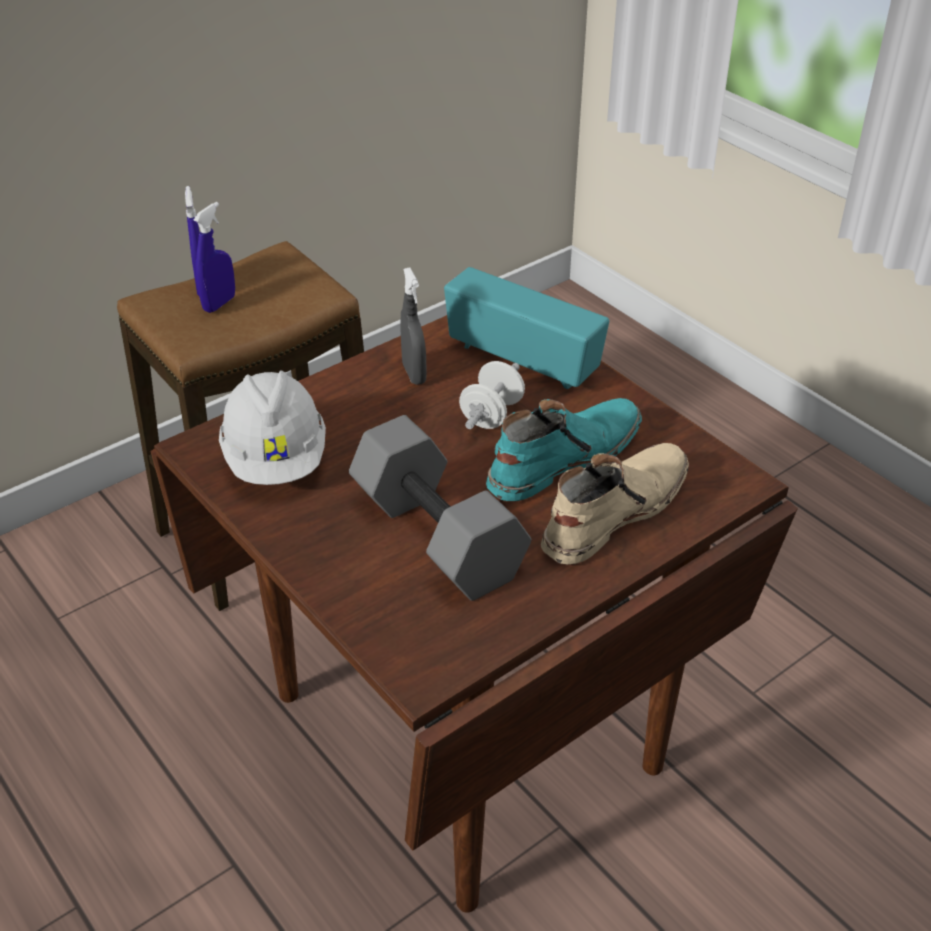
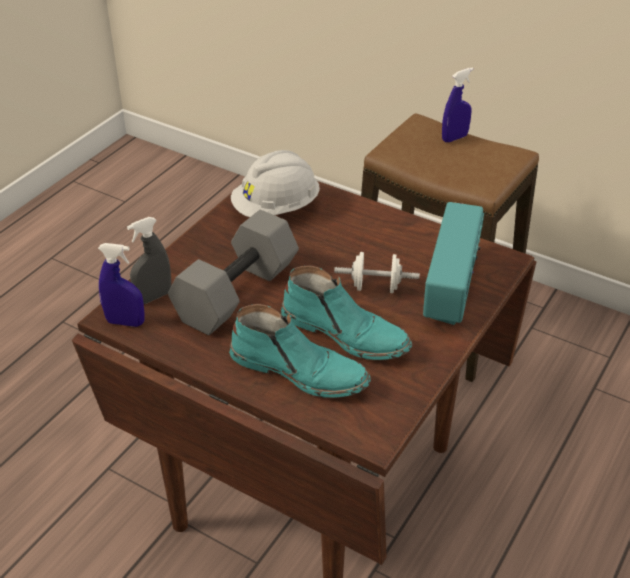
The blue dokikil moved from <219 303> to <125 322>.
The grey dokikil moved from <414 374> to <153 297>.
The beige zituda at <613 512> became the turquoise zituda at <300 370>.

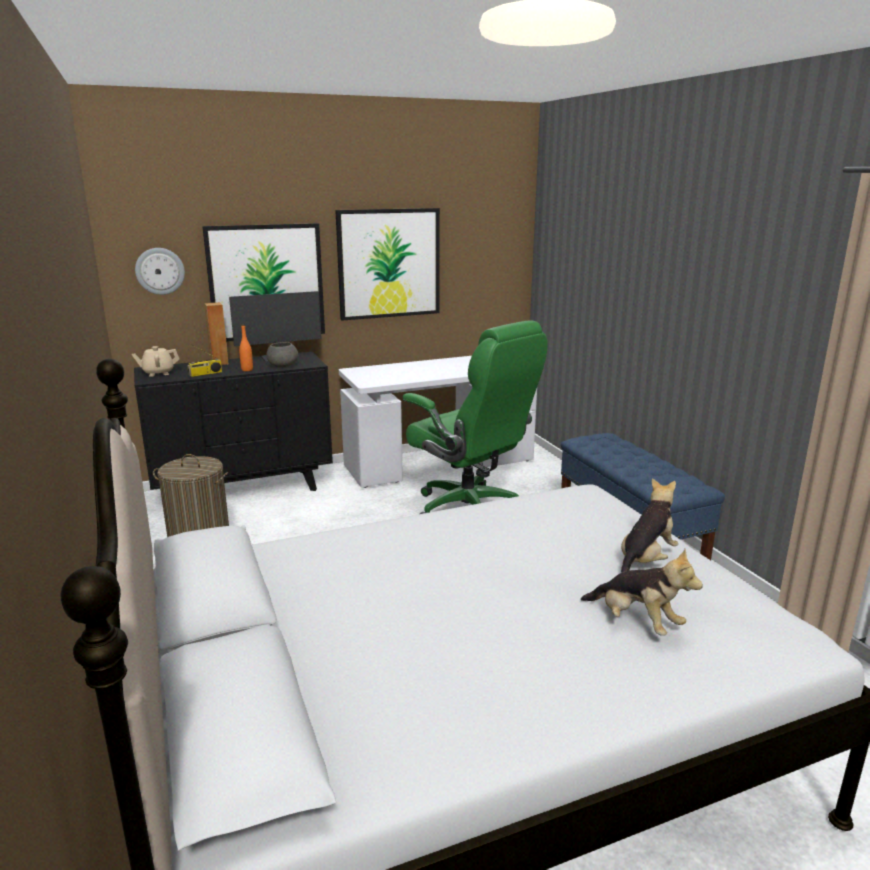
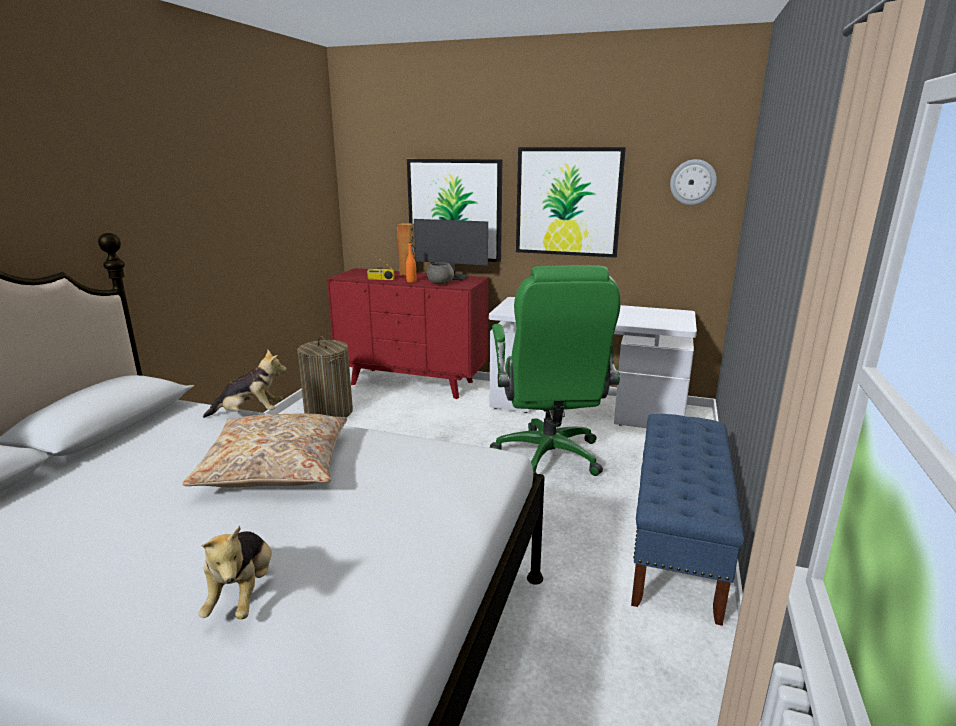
The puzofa moved from <160 271> to <693 182>.
The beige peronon at <158 373> disappeared.
The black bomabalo at <243 490> became the red bomabalo at <412 383>.
The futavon moved from <645 560> to <250 413>.
The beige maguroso at <276 466> appeared.

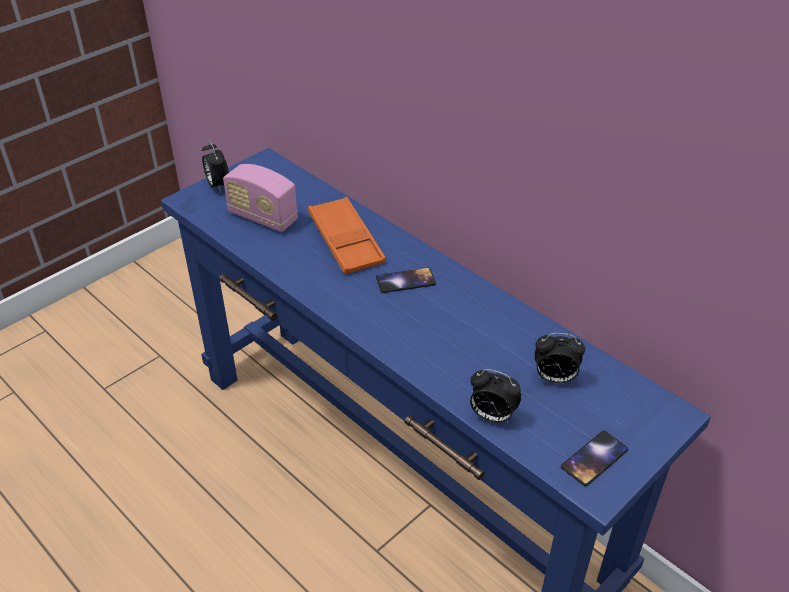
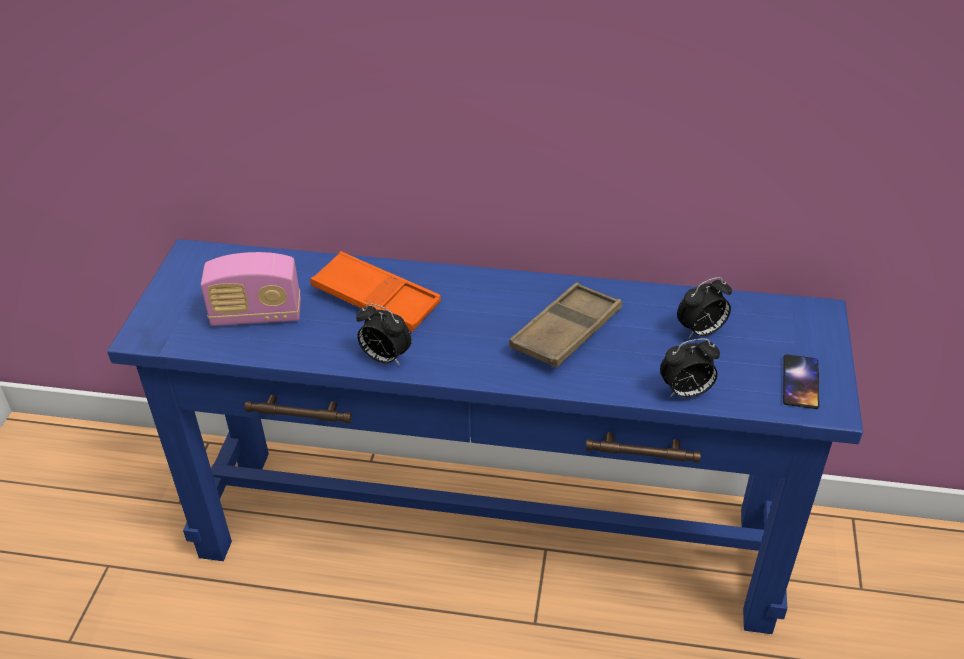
The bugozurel moved from <218 185> to <384 358>.
The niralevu at <405 281> disappeared.
The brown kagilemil at <566 332> appeared.

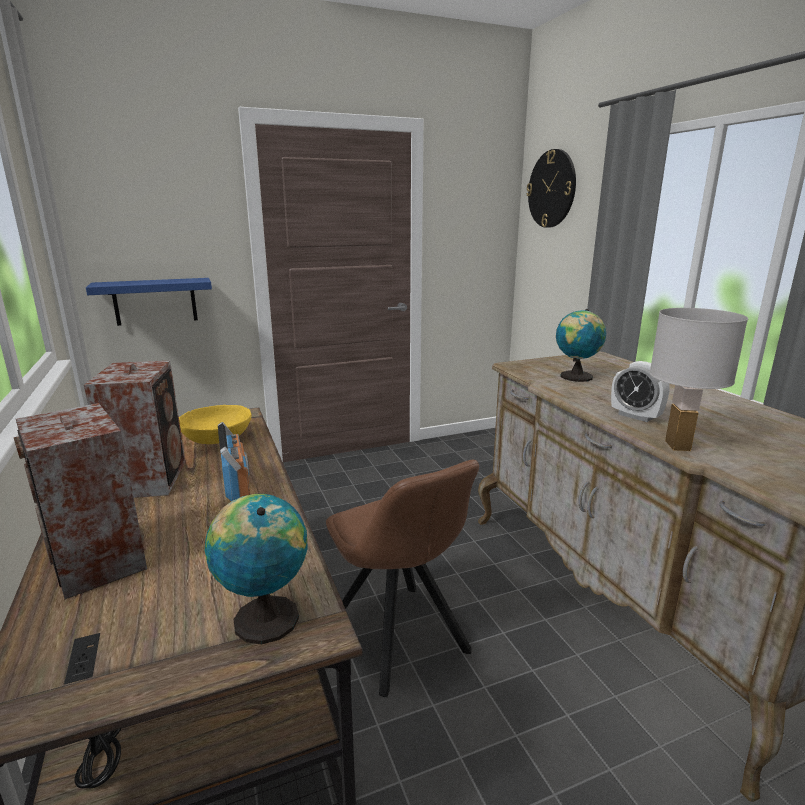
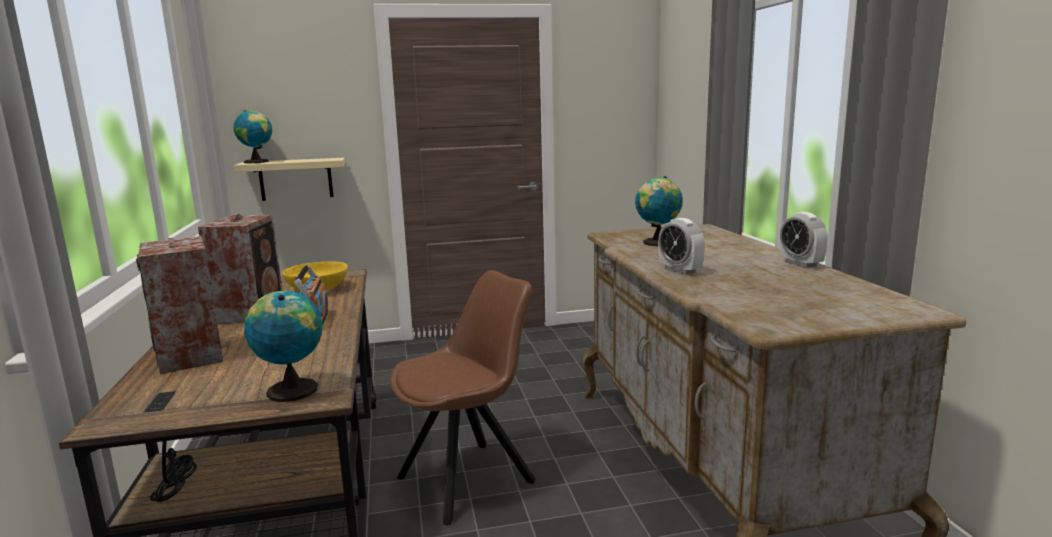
The puzofa at <552 189> disappeared.
The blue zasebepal at <155 301> became the beige zasebepal at <296 179>.
The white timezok at <678 446> disappeared.
The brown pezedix at <399 637> turned 105 degrees counterclockwise.
The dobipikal at <258 162> appeared.
The bugozurel at <800 264> appeared.

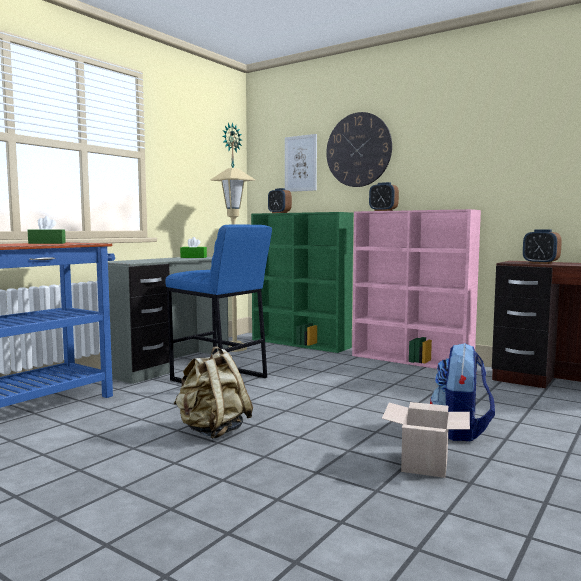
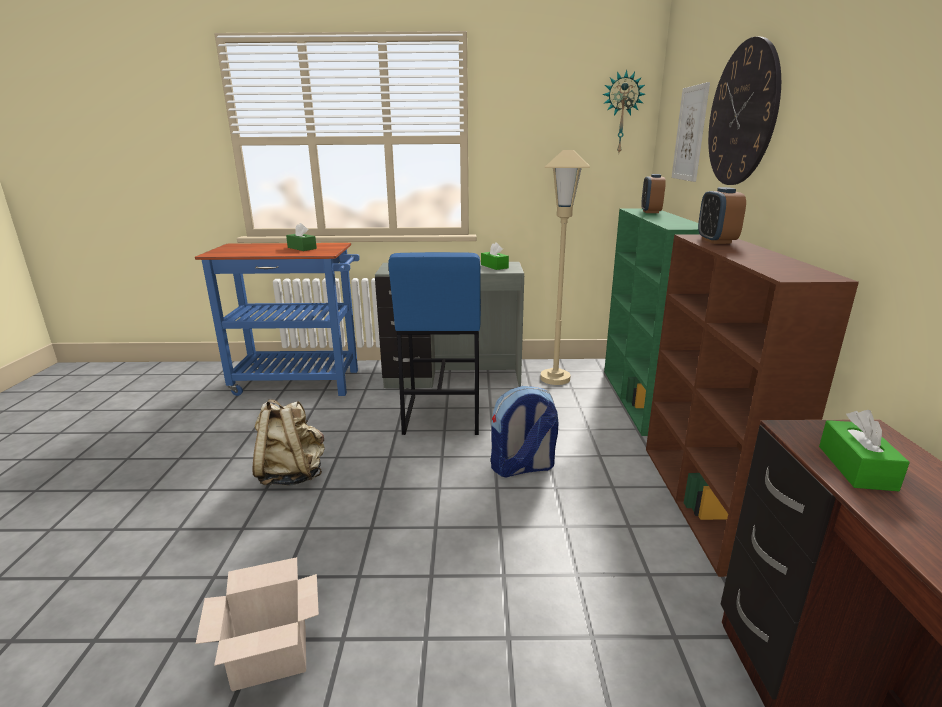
The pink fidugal at <412 360> became the brown fidugal at <702 503>.
The bugozurel at <540 263> was replaced by the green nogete at <856 467>.
The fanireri moved from <461 431> to <522 468>.

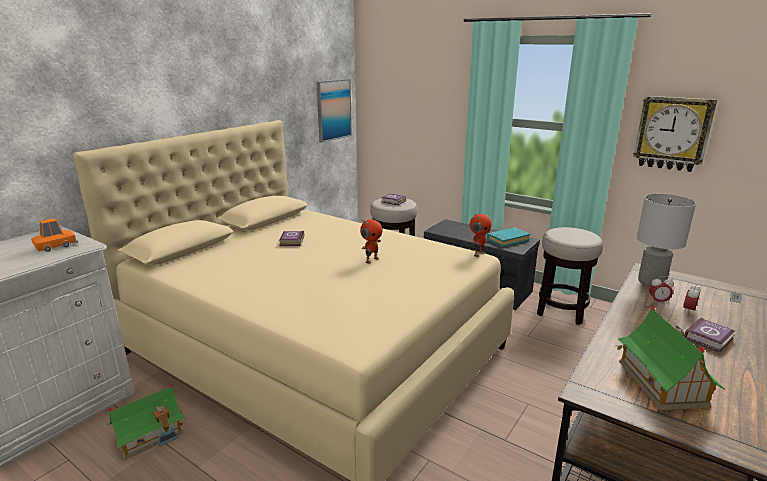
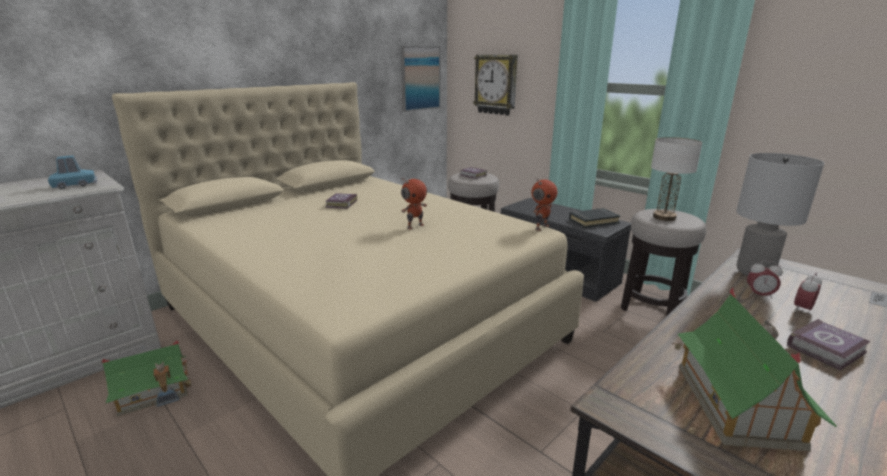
The puzofa moved from <672 133> to <496 84>.
The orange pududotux at <56 246> became the blue pududotux at <75 185>.
The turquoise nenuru at <507 240> became the black nenuru at <593 221>.
The timezok at <664 217> appeared.

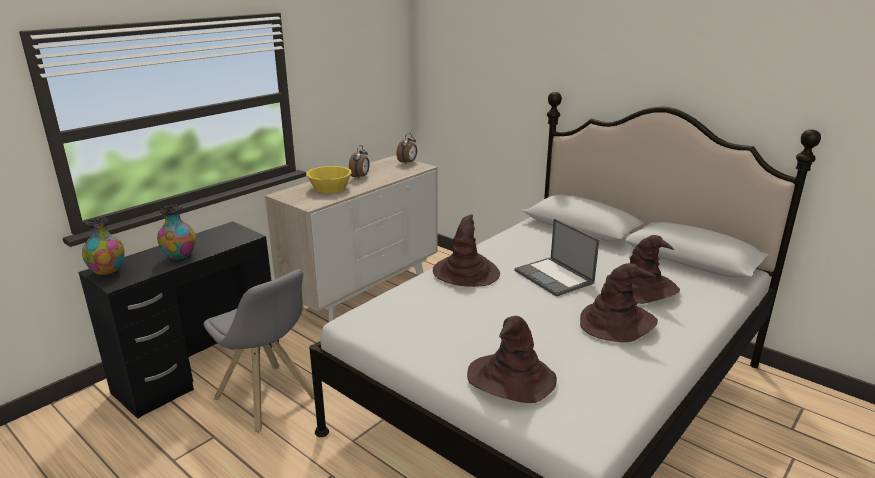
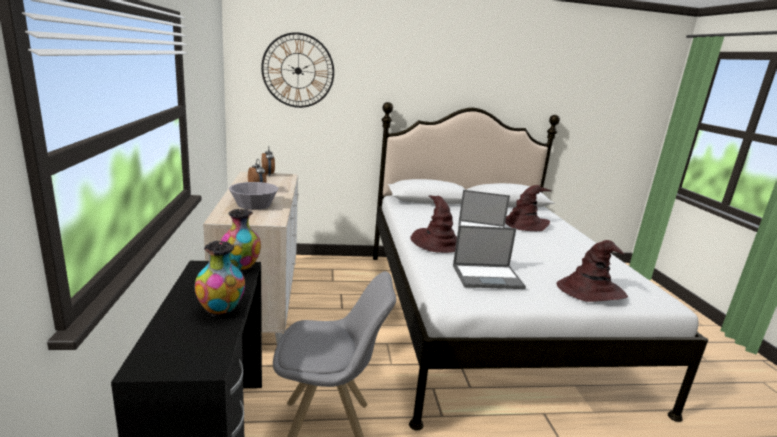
The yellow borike at <330 188> became the grey borike at <254 204>.
The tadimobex moved from <108 272> to <241 267>.
The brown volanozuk at <616 323> disappeared.
The puzofa at <298 71> appeared.
The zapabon at <488 276> appeared.

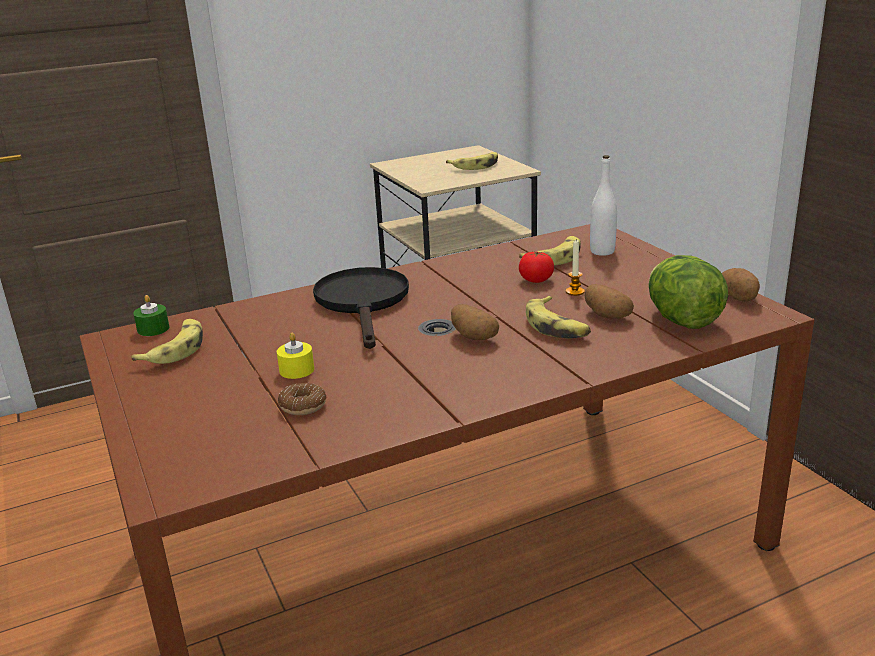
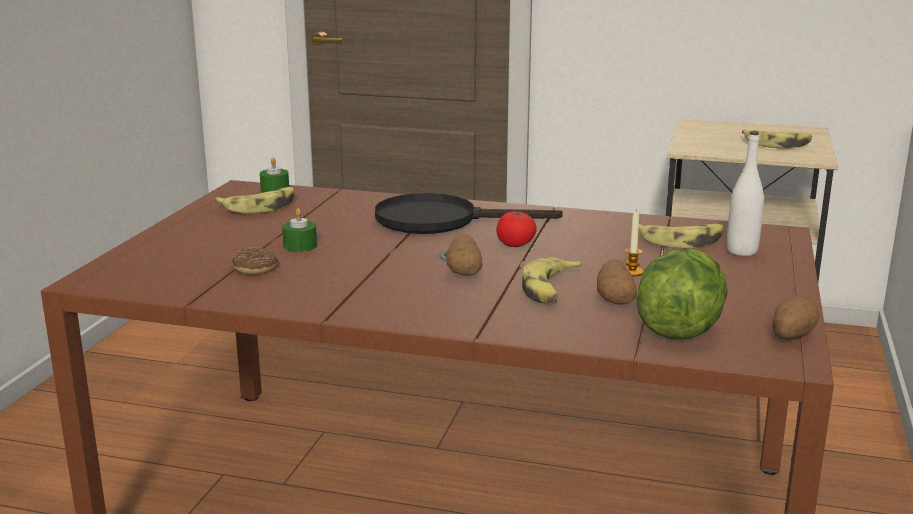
The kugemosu moved from <536 280> to <515 244>.
The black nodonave at <363 303> turned 120 degrees counterclockwise.
The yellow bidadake at <296 370> became the green bidadake at <300 246>.

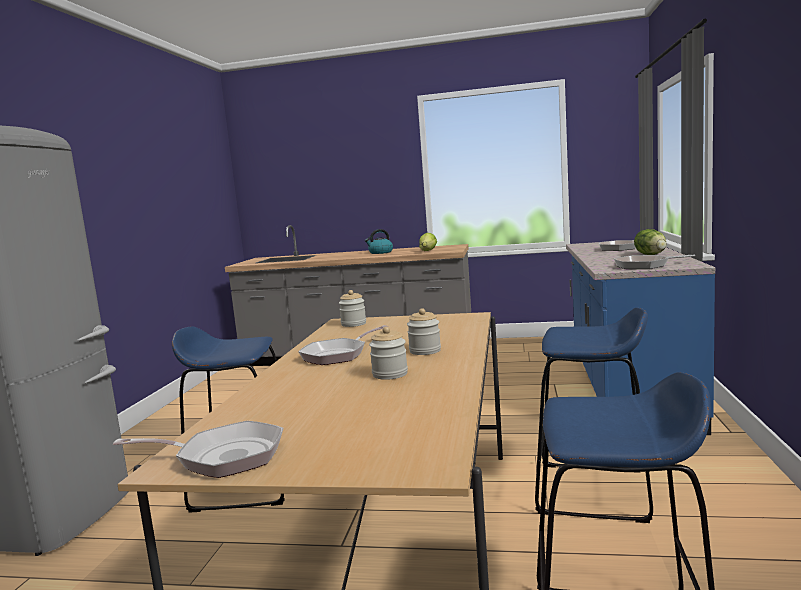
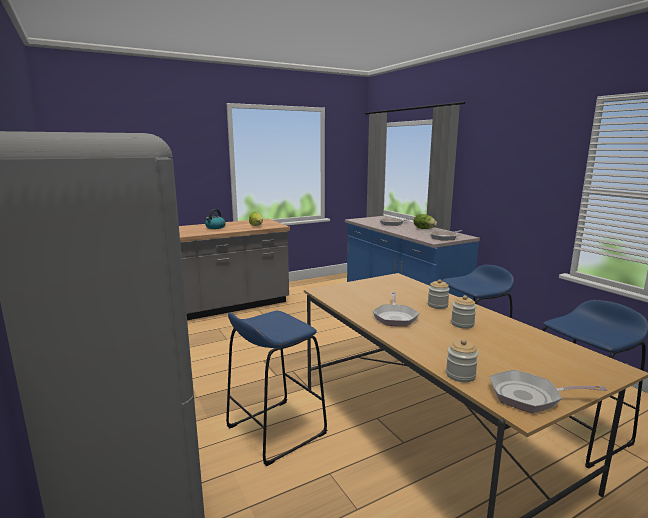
The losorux moved from <353 324> to <460 375>.
The nodonave at <223 457> turned 135 degrees counterclockwise.

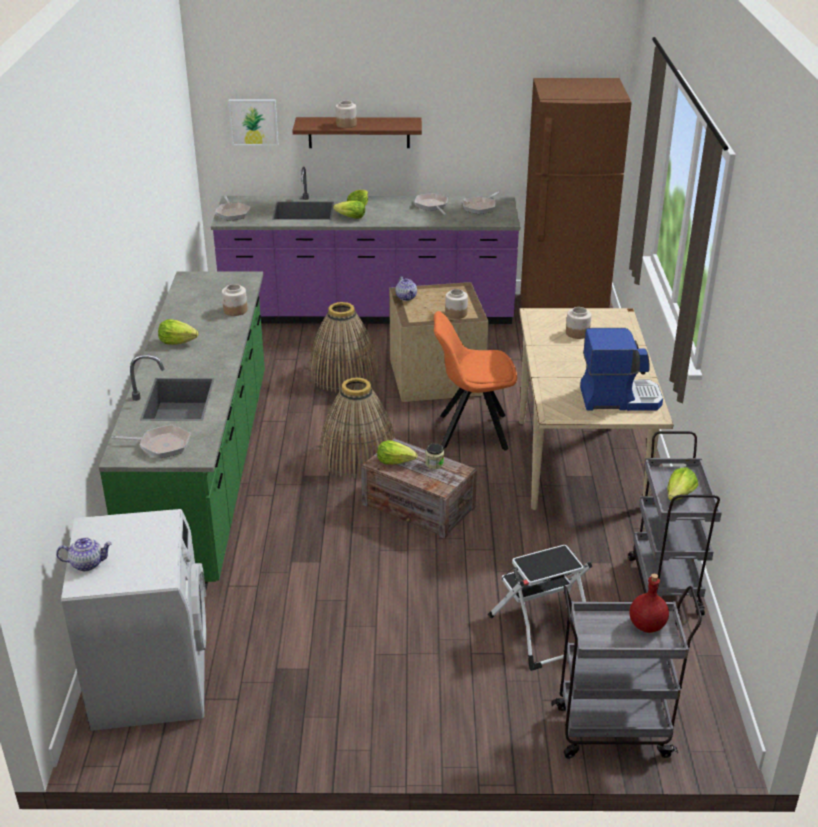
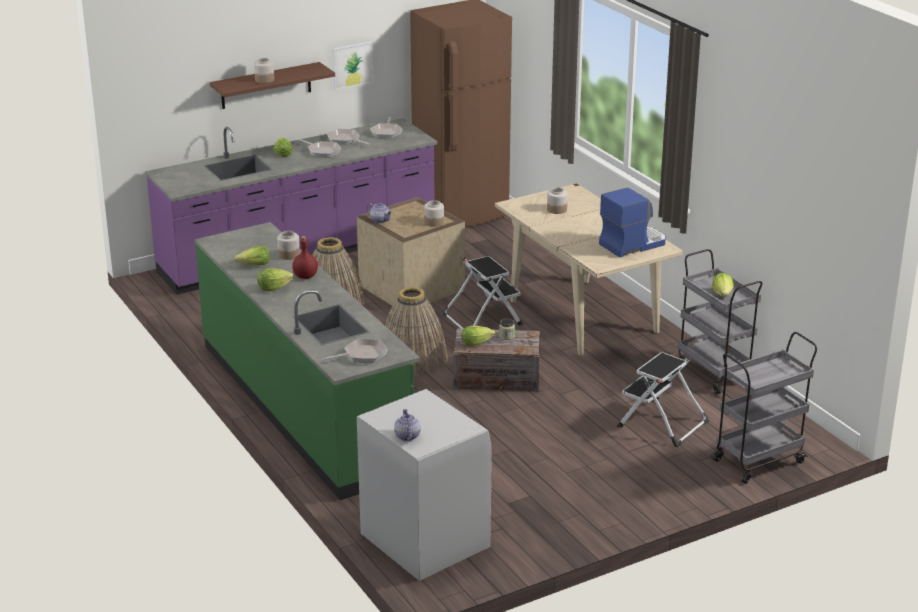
The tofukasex moved from <253 122> to <352 65>.
The nodonave moved from <232 213> to <322 151>.
The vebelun moved from <350 217> to <254 265>.
The orange pezedix at <472 432> was replaced by the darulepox at <482 318>.
The peronon at <87 563> turned 60 degrees counterclockwise.
The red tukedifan moved from <646 625> to <305 276>.

